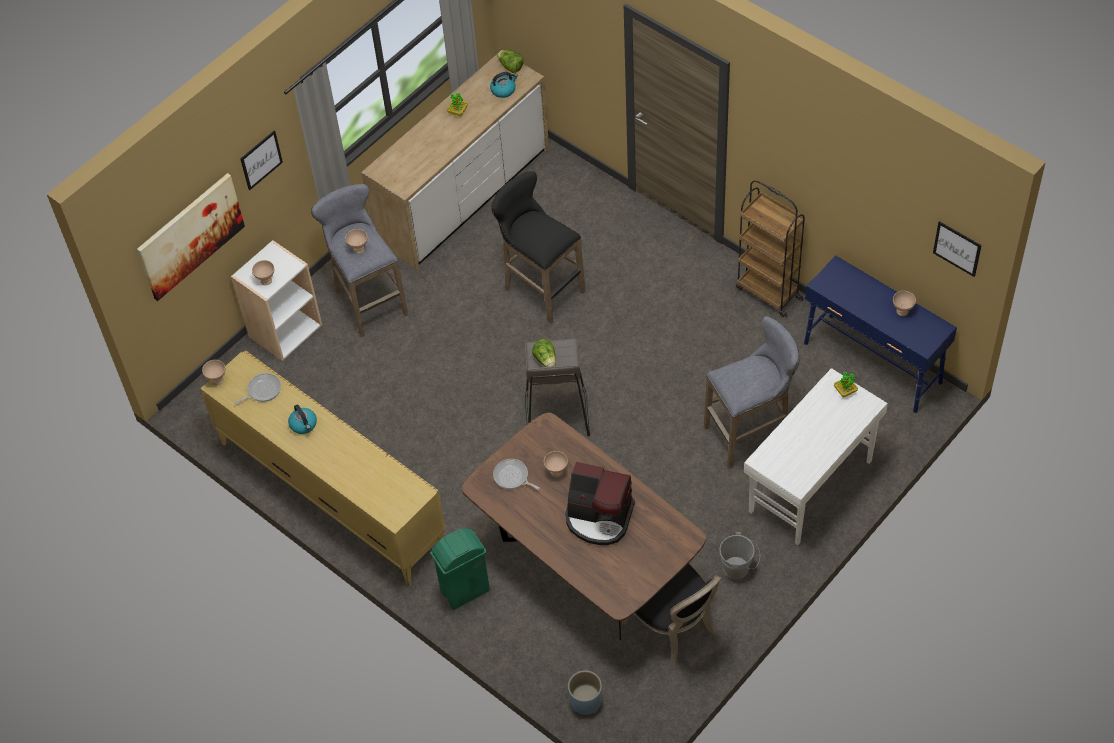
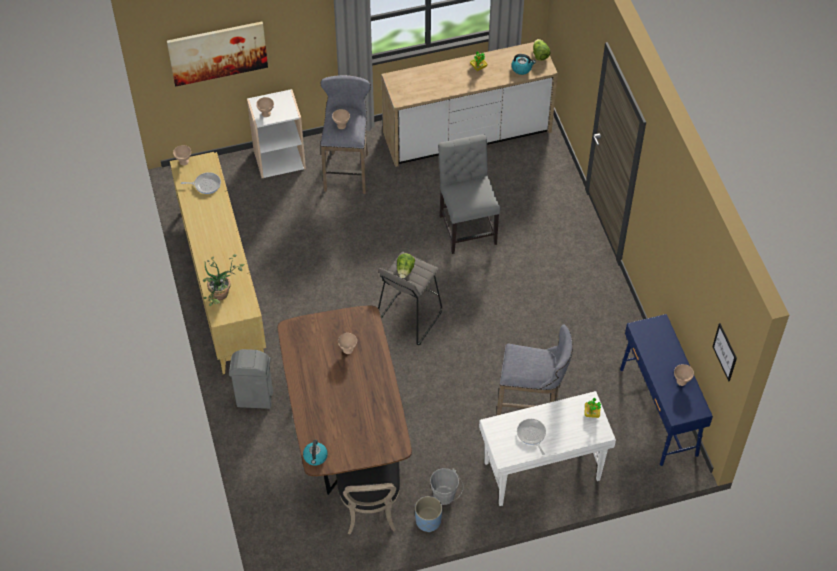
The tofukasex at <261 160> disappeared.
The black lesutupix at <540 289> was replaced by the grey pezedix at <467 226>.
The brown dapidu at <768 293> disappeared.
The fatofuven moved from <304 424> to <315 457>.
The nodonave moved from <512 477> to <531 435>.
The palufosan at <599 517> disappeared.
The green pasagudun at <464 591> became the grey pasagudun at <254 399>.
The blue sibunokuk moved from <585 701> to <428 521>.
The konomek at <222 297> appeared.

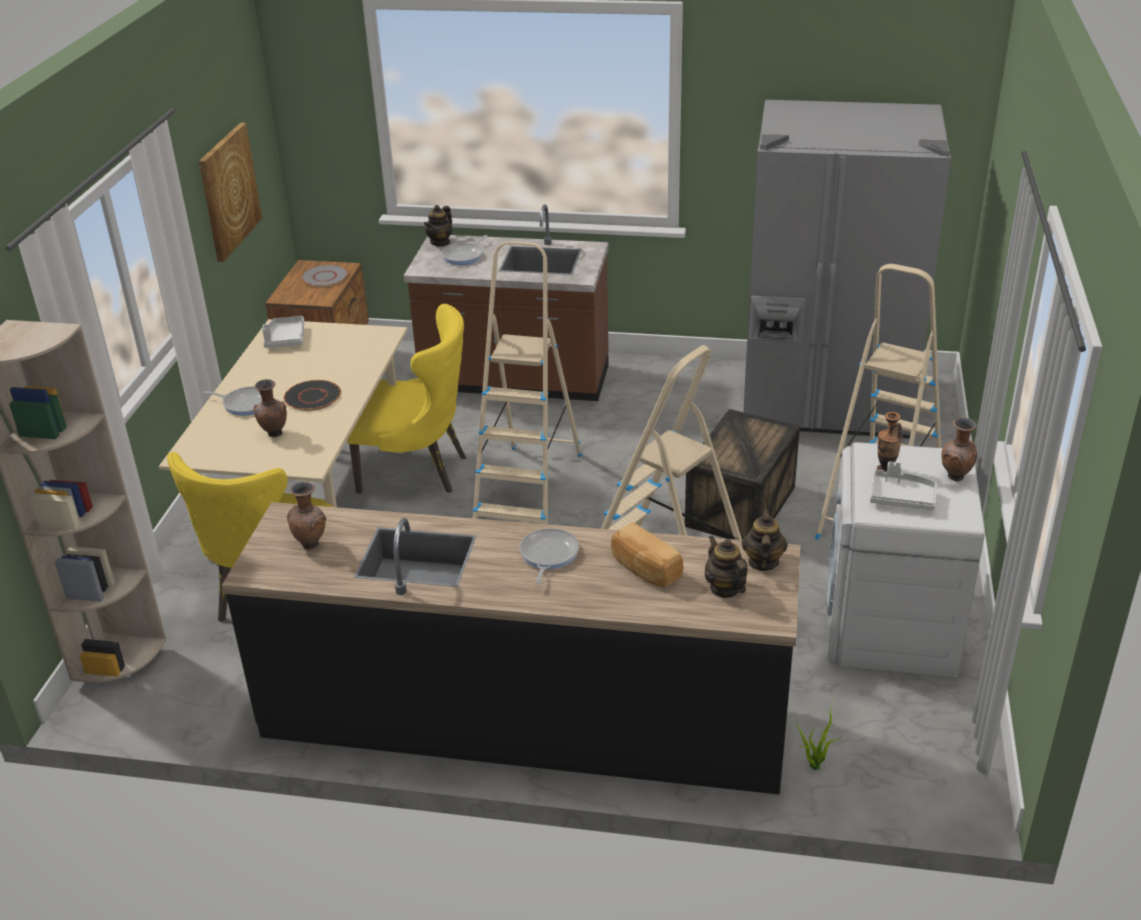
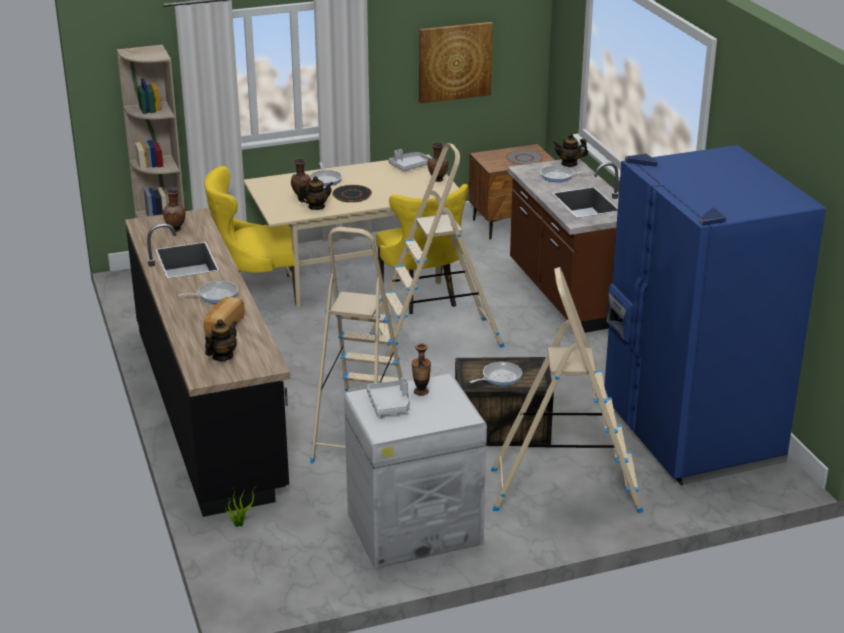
The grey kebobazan at <826 403> became the blue kebobazan at <690 433>.
The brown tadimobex moved from <955 478> to <437 180>.
The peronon moved from <762 562> to <316 207>.
The nodonave at <499 377> appeared.

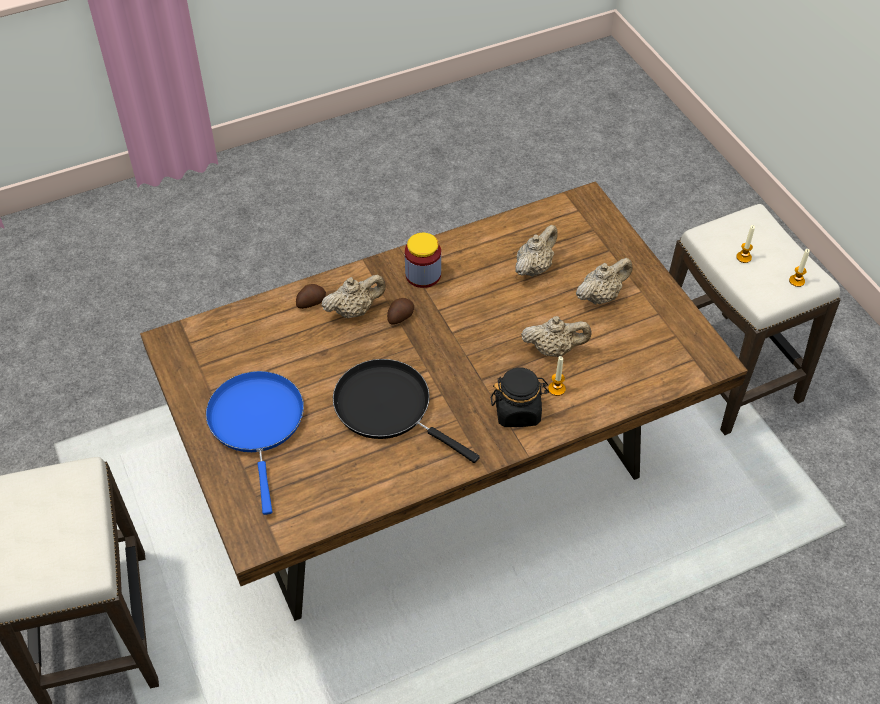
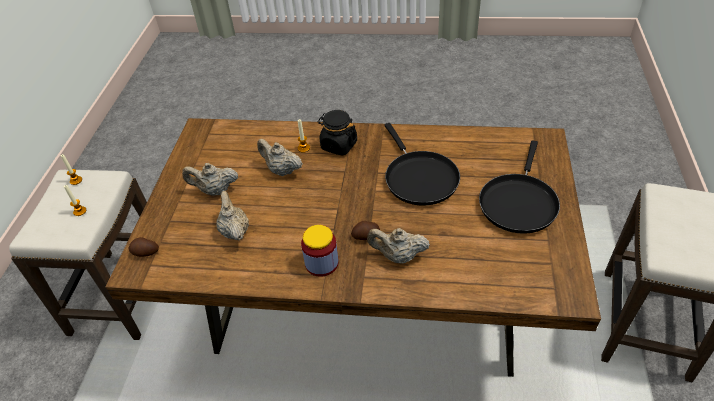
The beige peronon at <534 267> turned 90 degrees clockwise.
The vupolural moved from <310 302> to <145 253>.
The blue nodonave at <257 423> became the black nodonave at <518 202>.

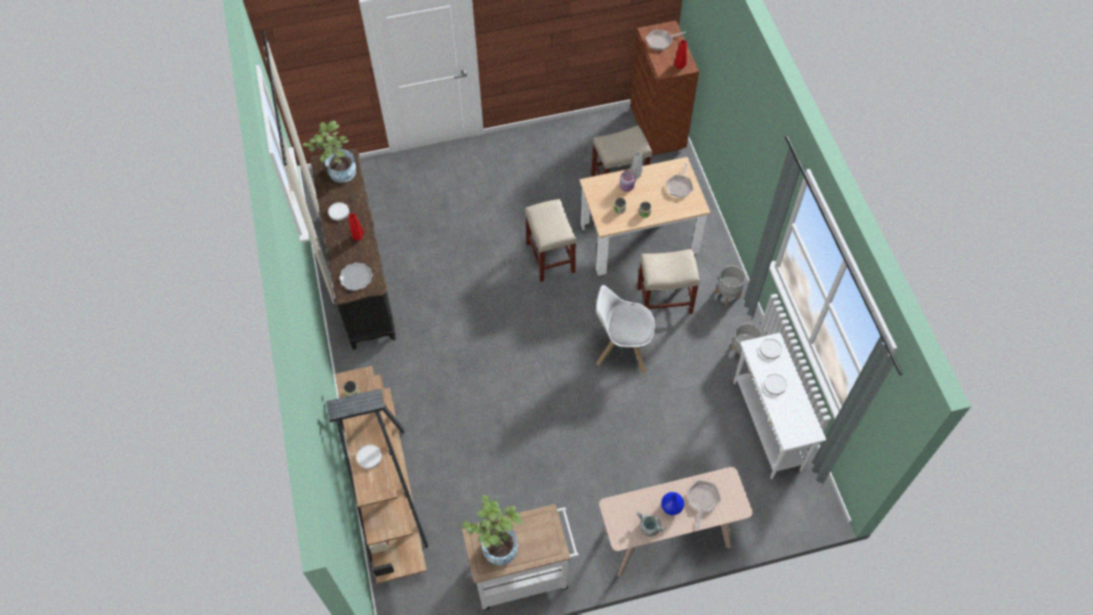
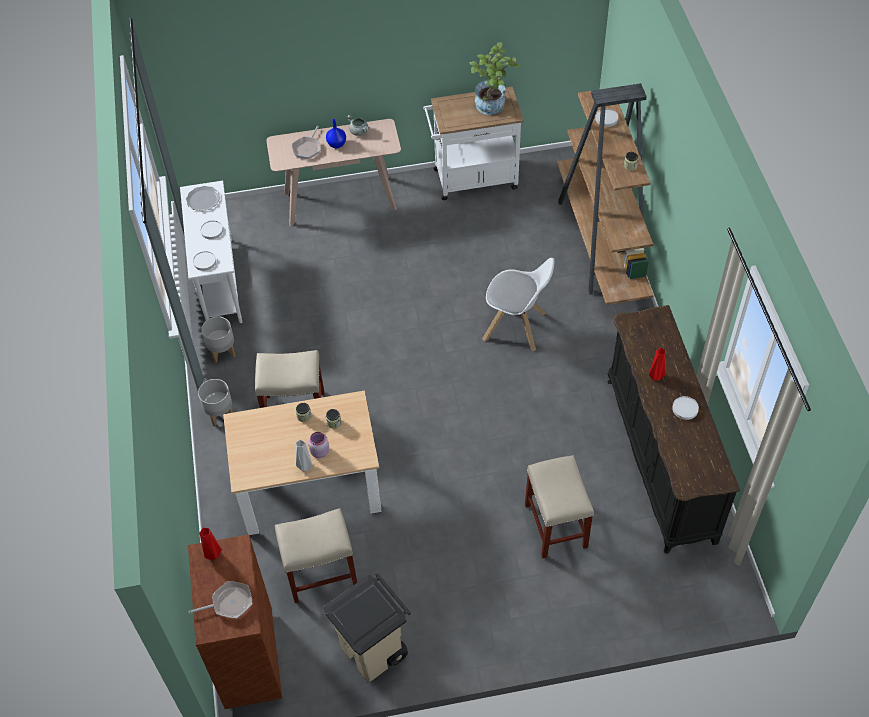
The konomek at <338 173> disappeared.
The nodonave at <679 186> disappeared.
The beige lesutupix moved from <550 257> to <556 526>.
The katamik moved from <356 277> to <203 200>.
The pezedix moved from <622 348> to <516 327>.
The beige pasagudun at <374 651> appeared.

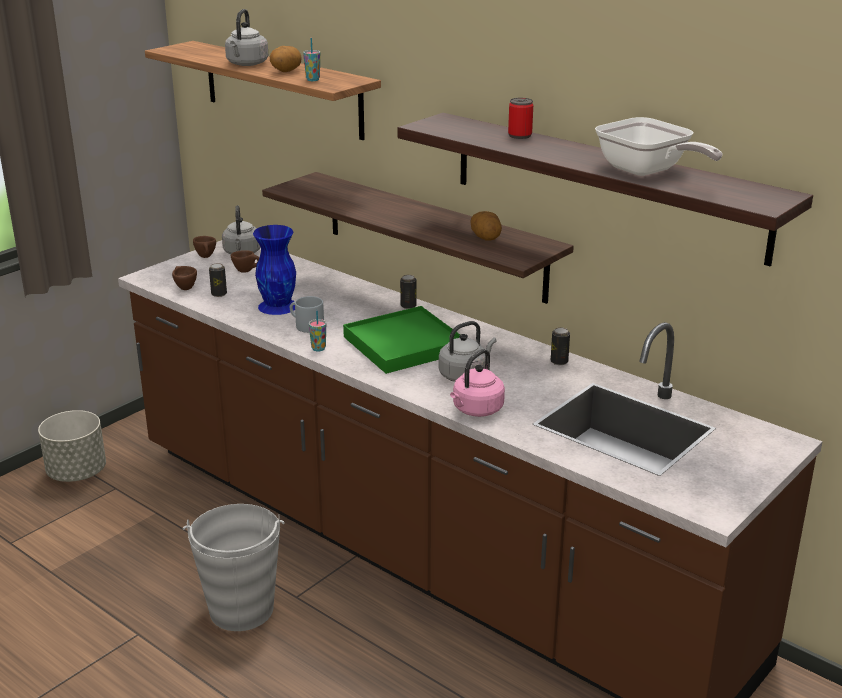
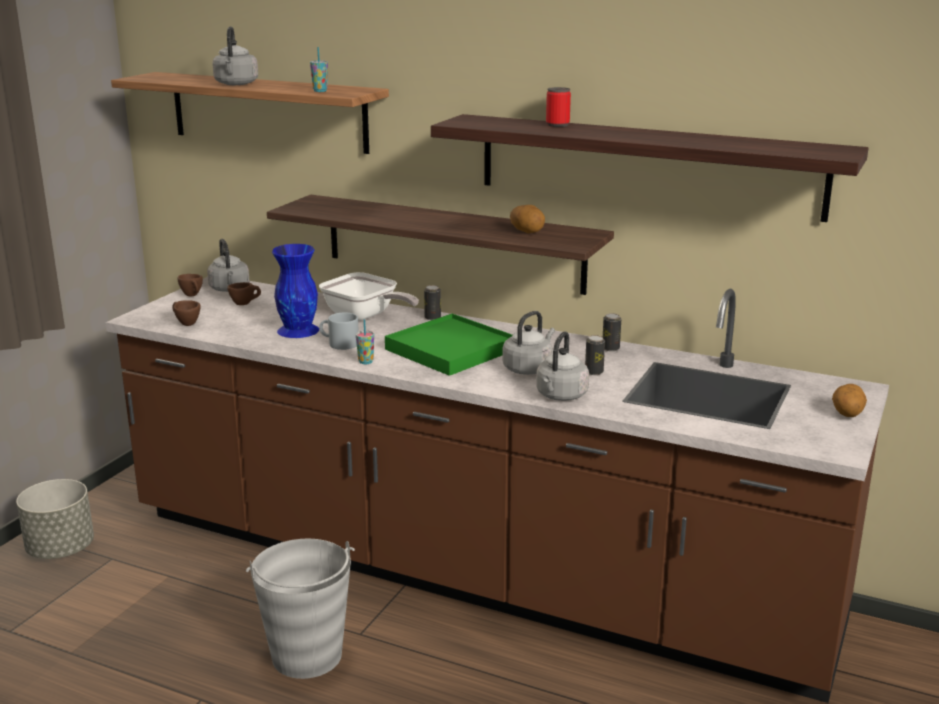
The vupolural moved from <286 71> to <846 415>.
The nodonave moved from <647 172> to <365 316>.
The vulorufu moved from <219 294> to <594 372>.
The pink fatofuven at <476 410> became the grey fatofuven at <560 396>.

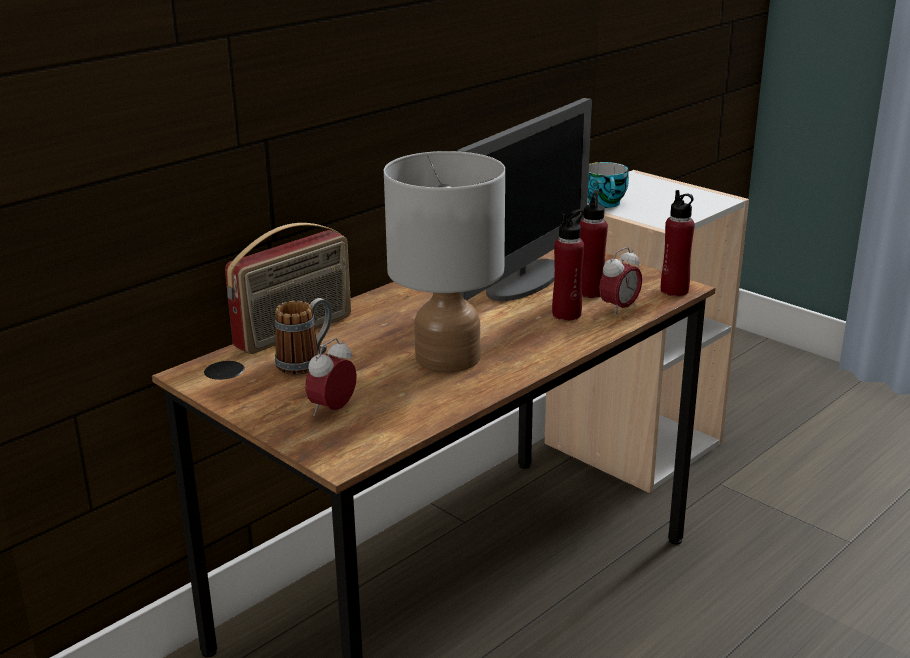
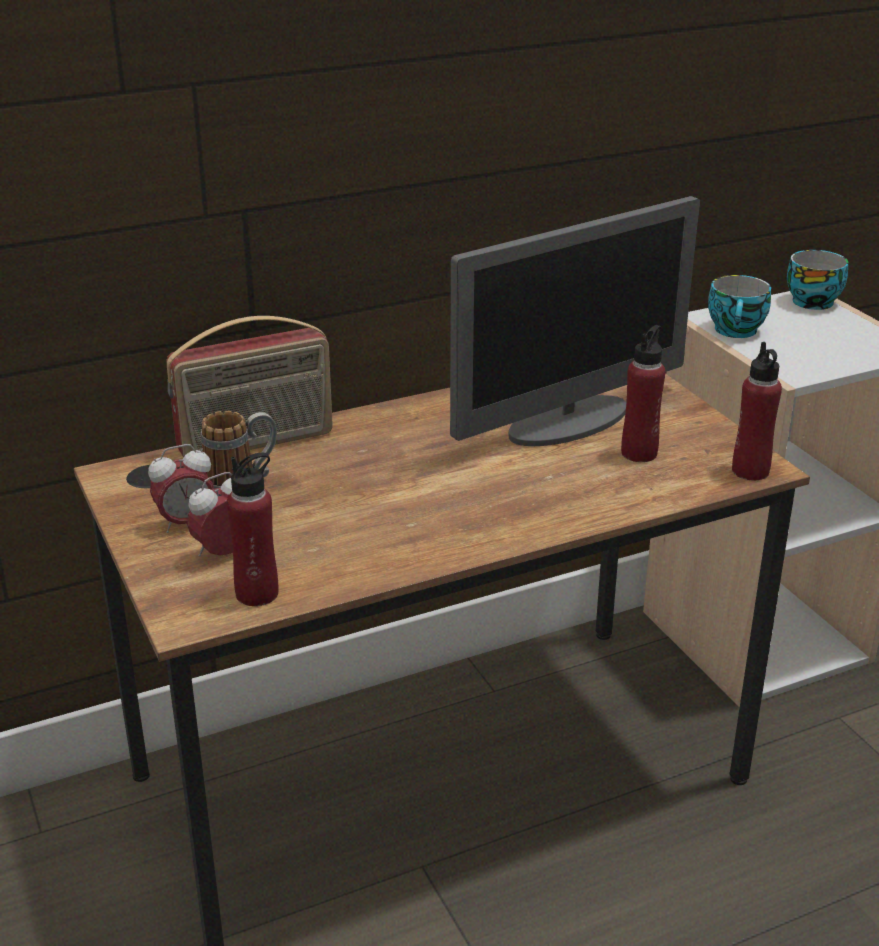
The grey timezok at <447 358> disappeared.
The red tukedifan moved from <567 314> to <257 593>.
The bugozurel moved from <619 309> to <186 523>.
The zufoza at <813 301> appeared.

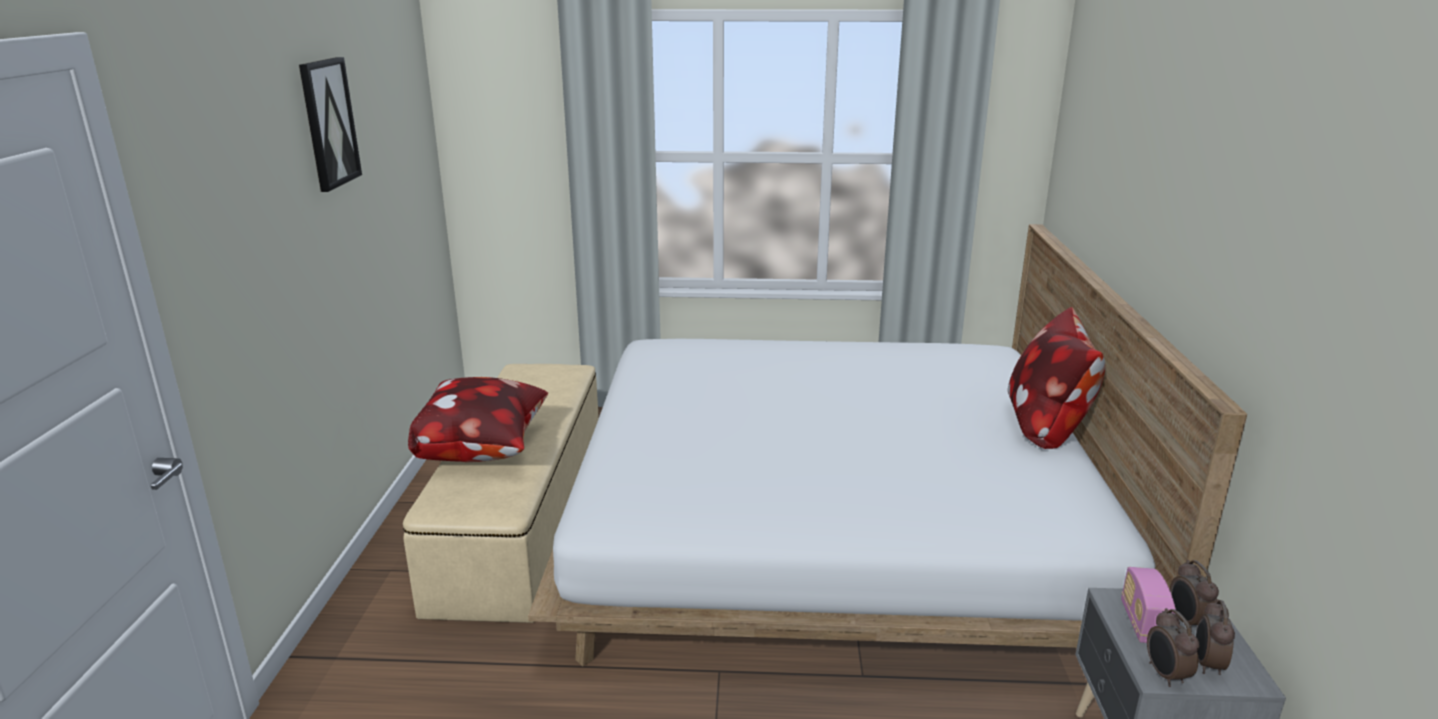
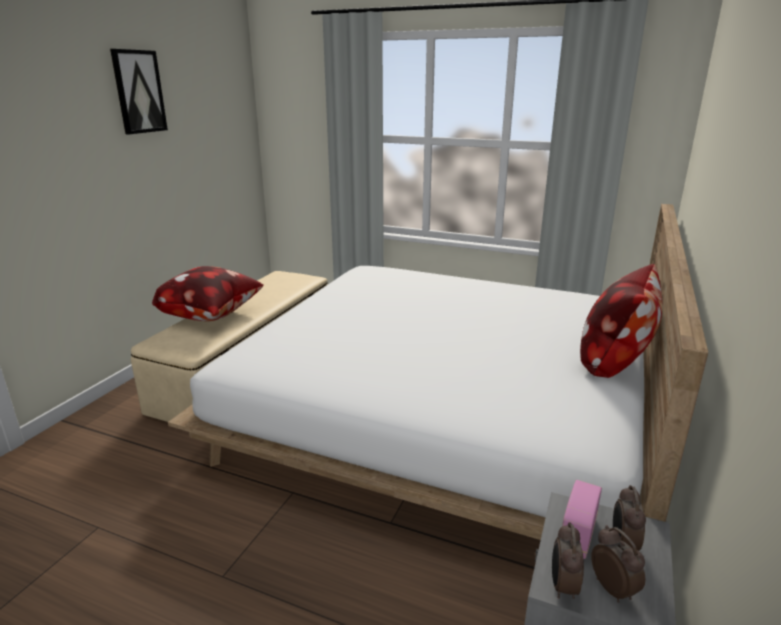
The bugozurel at <1206 664> turned 120 degrees clockwise.

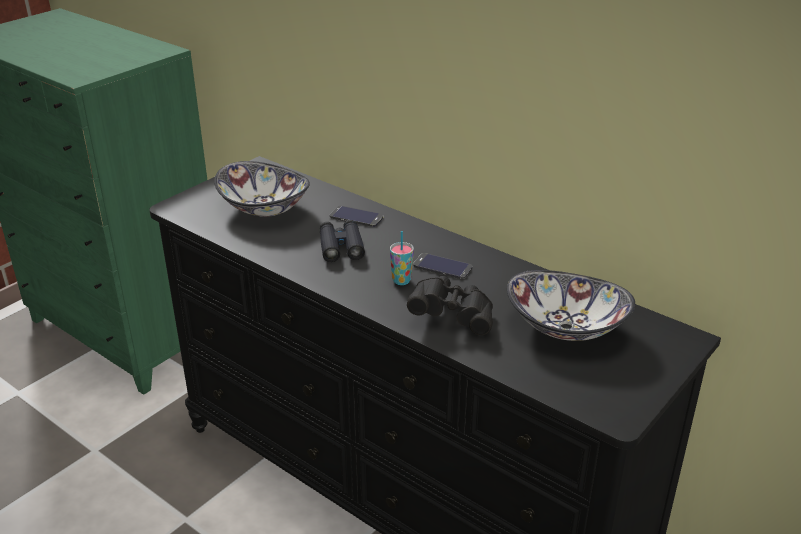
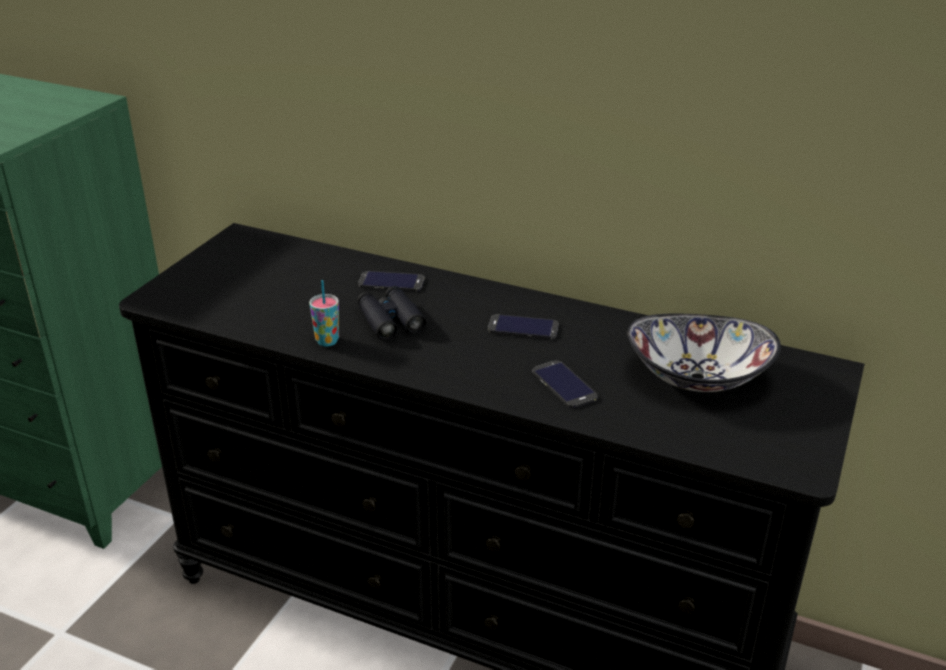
The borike at <265 208> disappeared.
The zufoza moved from <401 281> to <327 341>.
The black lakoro at <452 316> was replaced by the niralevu at <564 385>.

